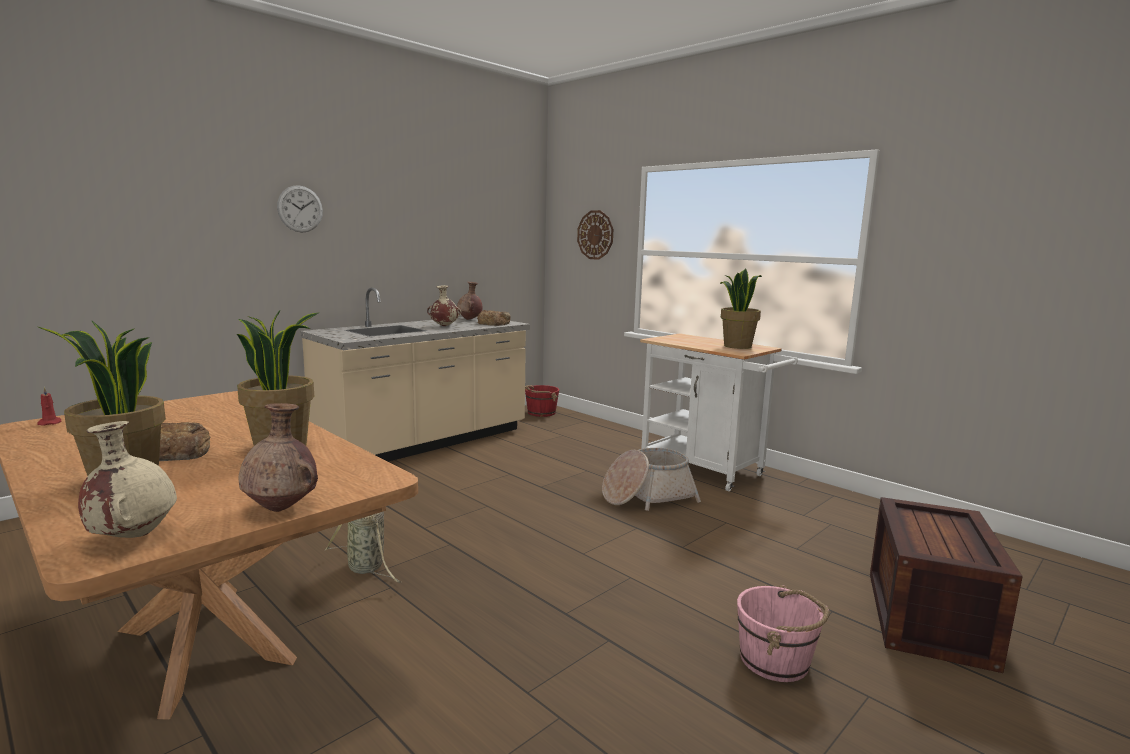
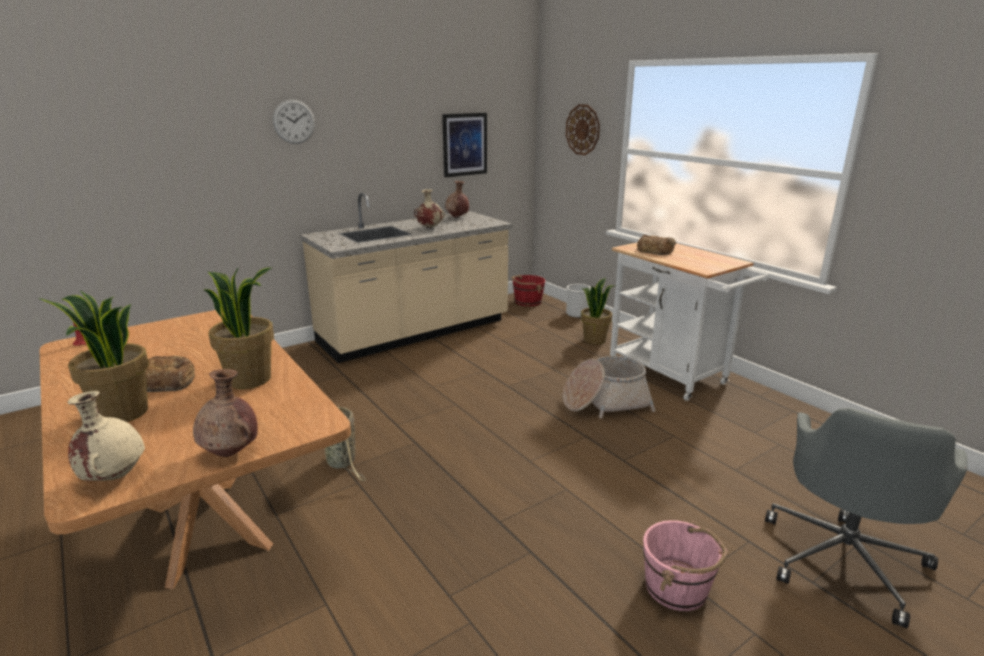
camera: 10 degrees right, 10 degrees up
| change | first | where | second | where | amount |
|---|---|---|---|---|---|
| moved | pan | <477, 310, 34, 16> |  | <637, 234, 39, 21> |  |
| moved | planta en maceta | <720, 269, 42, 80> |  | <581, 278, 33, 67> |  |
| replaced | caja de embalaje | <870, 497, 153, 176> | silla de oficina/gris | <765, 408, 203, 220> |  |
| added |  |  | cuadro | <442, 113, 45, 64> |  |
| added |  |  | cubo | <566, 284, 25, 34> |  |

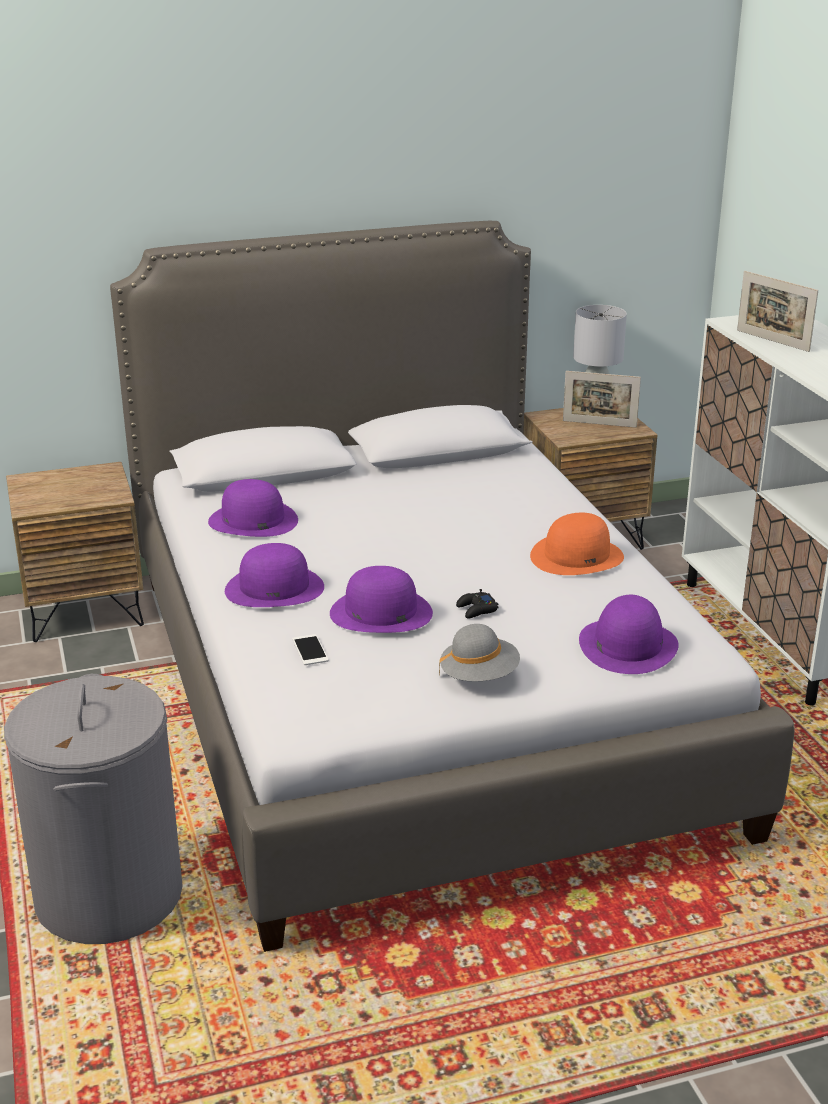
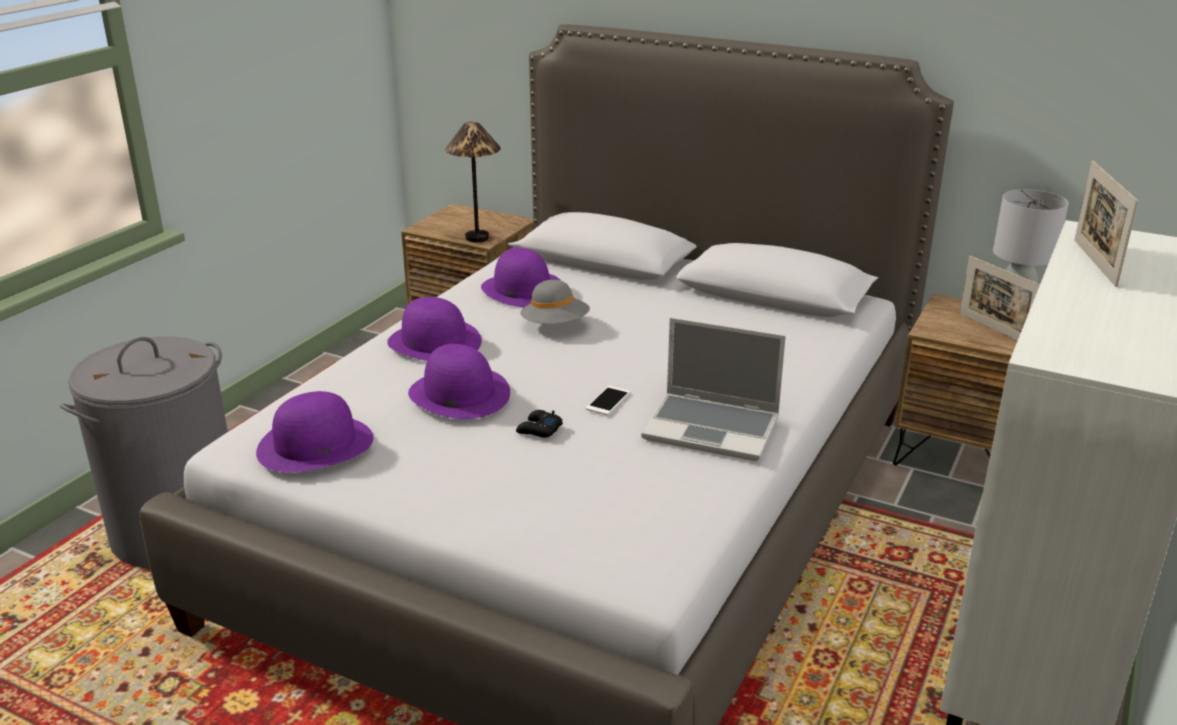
camera: 45 degrees right, 0 degrees up
| change | first | where | second | where | amount |
|---|---|---|---|---|---|
| moved | móvil | <292, 634, 37, 31> |  | <586, 386, 44, 29> |  |
| moved | sombrero/gris | <439, 624, 81, 57> |  | <520, 279, 70, 45> |  |
| replaced | sombrero/naranja | <530, 513, 94, 62> | portátil | <641, 318, 145, 143> |  |
| moved | sombrero/morado | <579, 595, 100, 79> |  | <256, 391, 117, 81> |  |
| added |  |  | lámpara de mesa | <445, 122, 56, 120> |  |

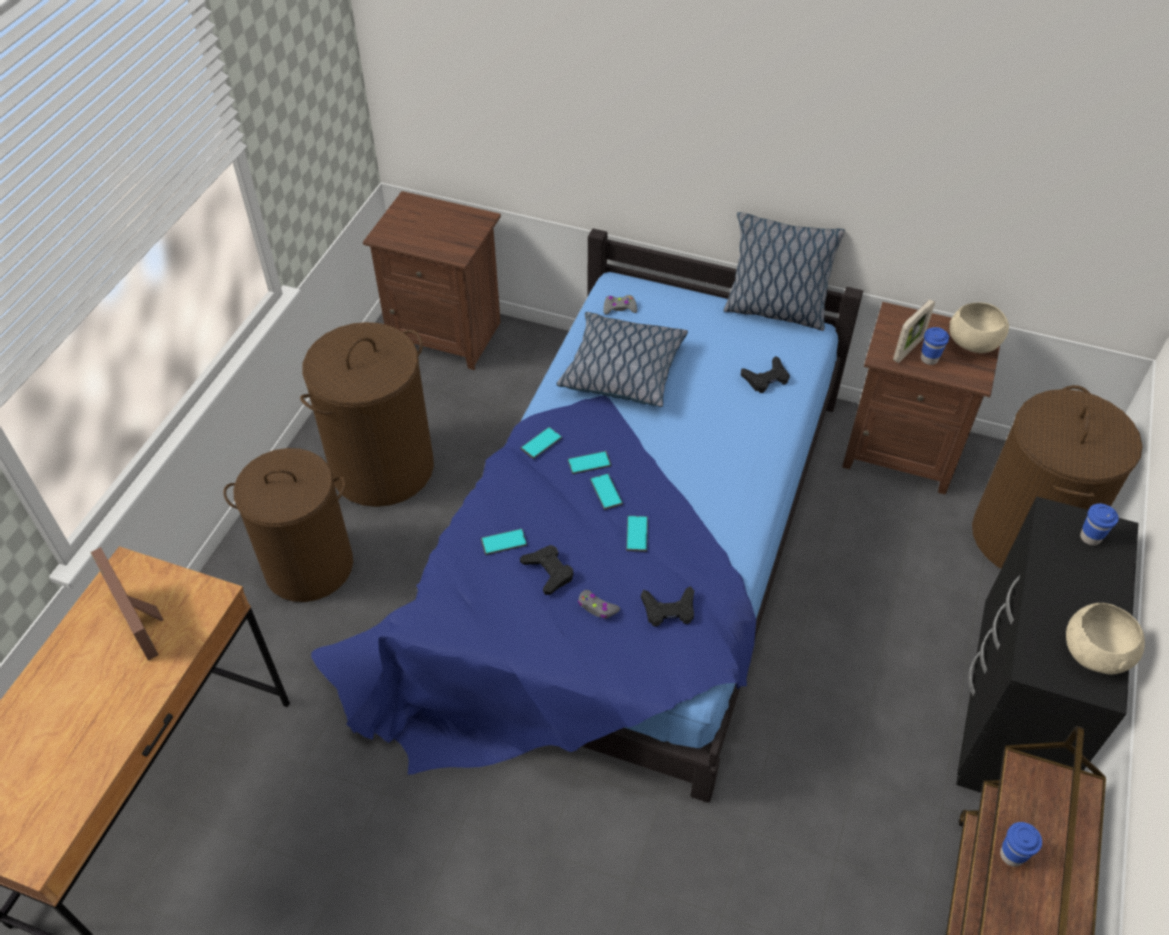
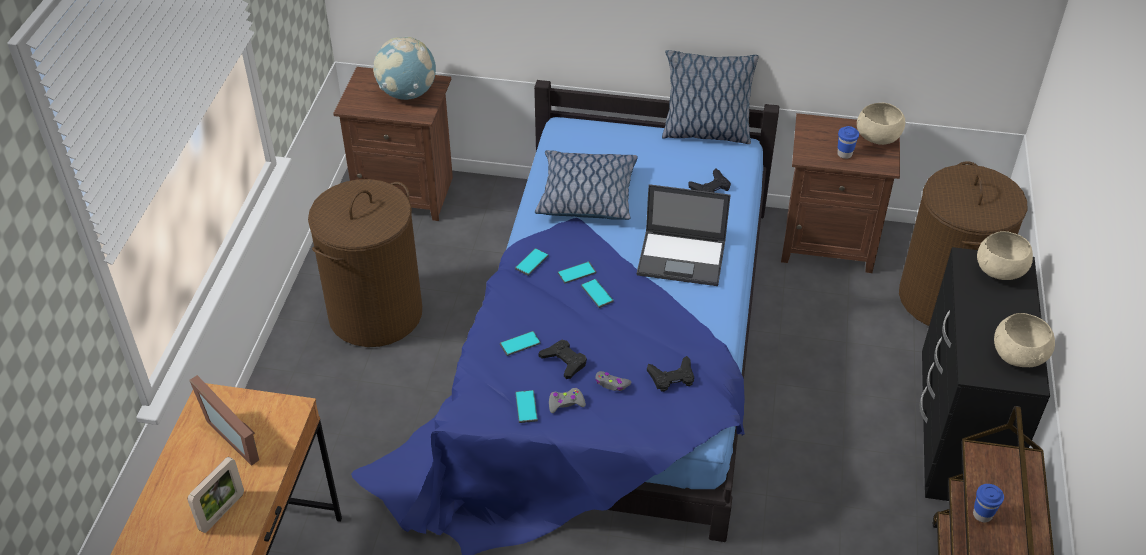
camera: 10 degrees left, 5 degrees down
| change | first | where | second | where | amount |
|---|---|---|---|---|---|
| removed | cesto de la ropa/marrón | <223, 448, 130, 154> |  |  |  |
| moved | mando de consola/gris | <604, 295, 33, 19> |  | <549, 388, 37, 25> |  |
| moved | móvil | <626, 516, 22, 36> |  | <515, 390, 23, 33> |  |
| moved | portarretratos | <893, 299, 42, 64> |  | <188, 457, 56, 76> |  |
| replaced | taza/azul | <1080, 504, 39, 42> | cuenco/beis | <977, 231, 56, 49> |  |
| added |  |  | globo terráqueo | <373, 37, 63, 63> |  |
| added |  |  | portátil | <637, 184, 94, 102> |  |

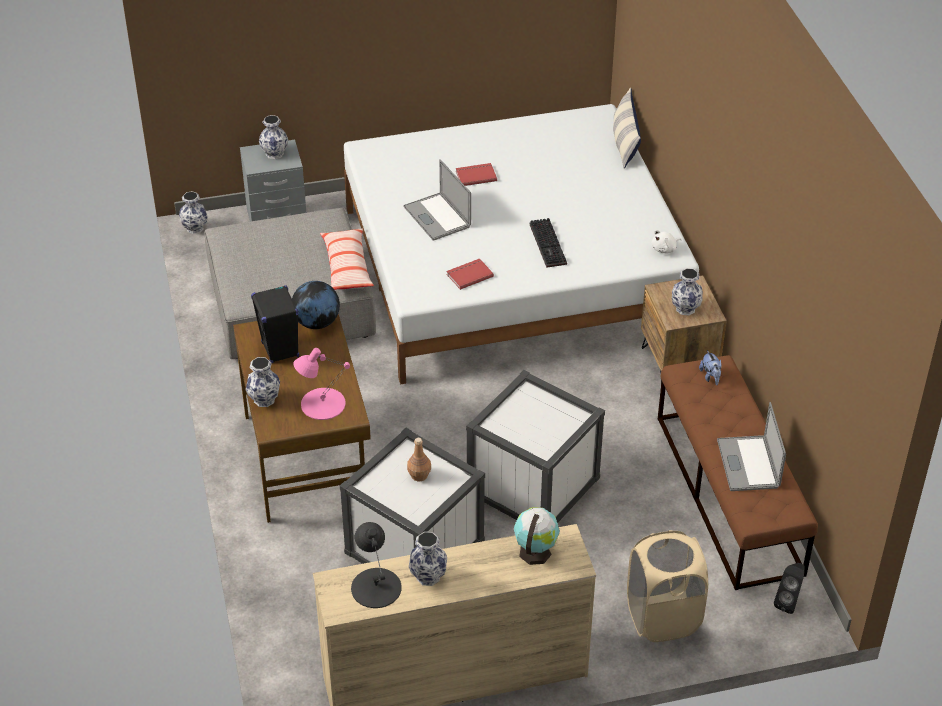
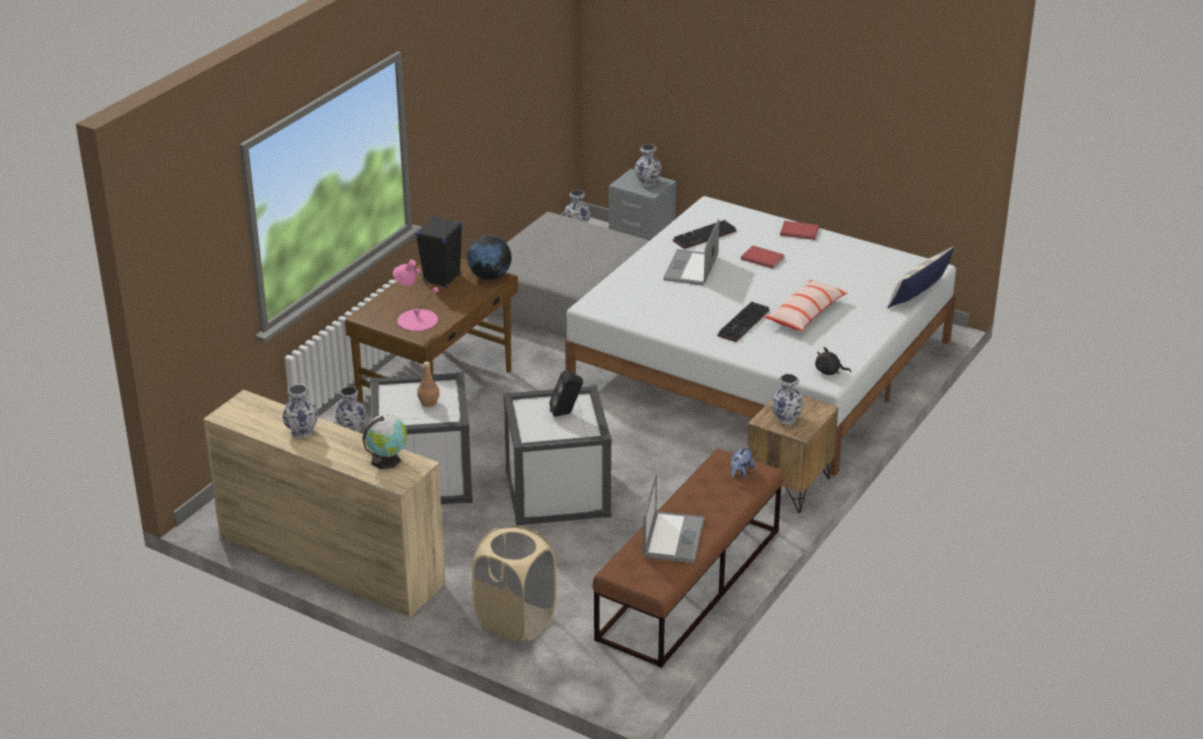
camera: 45 degrees right, 10 degrees down
| change | first | where | second | where | amount |
|---|---|---|---|---|---|
| moved | florero | <246, 357, 34, 50> |  | <335, 387, 31, 45> |  |
| moved | cojín | <320, 229, 54, 61> |  | <764, 279, 84, 52> |  |
| removed | lámpara de mesa/negro | <351, 522, 51, 86> |  |  |  |
| moved | libro/rojo | <446, 258, 48, 32> |  | <780, 221, 39, 19> |  |
| recoloured | peluche/blanco | <652, 230, 30, 23> | peluche/negro | <815, 347, 36, 28> |  |
| turned | portátil | <717, 402, 69, 89> |  | <643, 472, 61, 91> | 150 degrees clockwise |
| moved | altavoz/negro | <774, 563, 31, 51> |  | <549, 370, 34, 47> |  |
| added |  |  | teclado | <673, 220, 64, 29> |  |

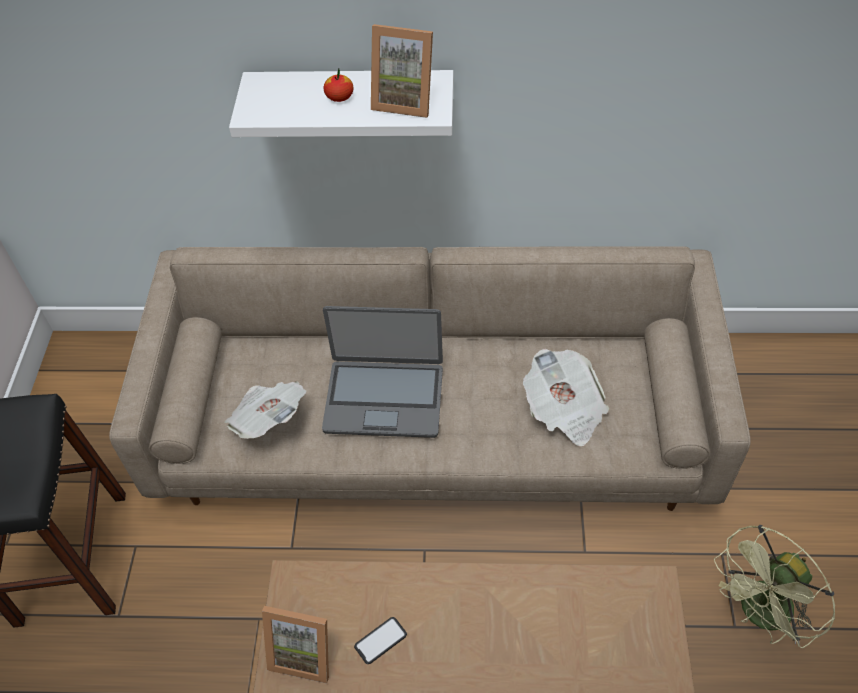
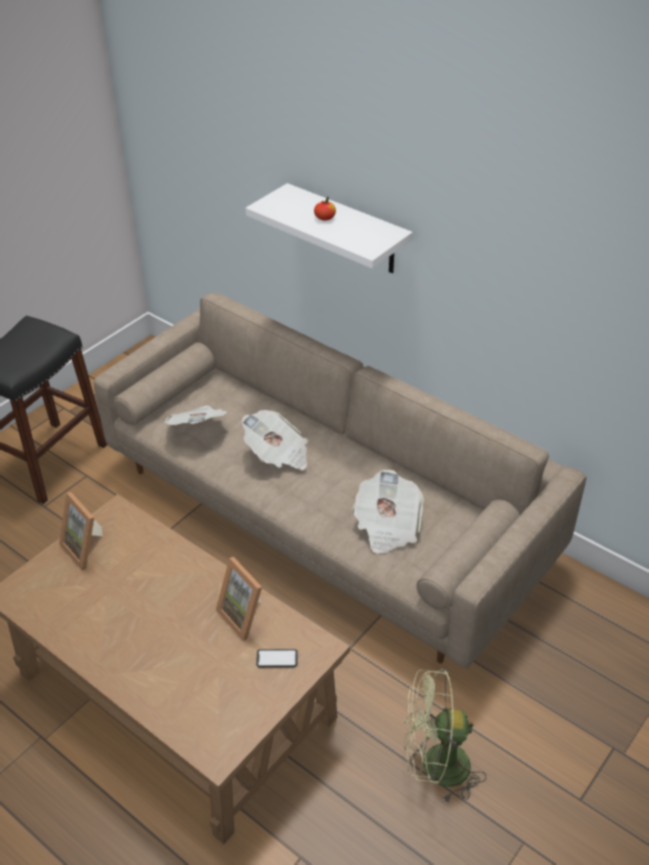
camera: 35 degrees right, 10 degrees down
| change | first | where | second | where | amount |
|---|---|---|---|---|---|
| replaced | portátil | <322, 306, 121, 132> | periódico | <242, 410, 66, 60> |  |
| moved | móvil | <354, 617, 53, 47> |  | <256, 649, 42, 19> |  |
| moved | portarretratos | <371, 24, 62, 94> |  | <216, 557, 46, 84> |  |

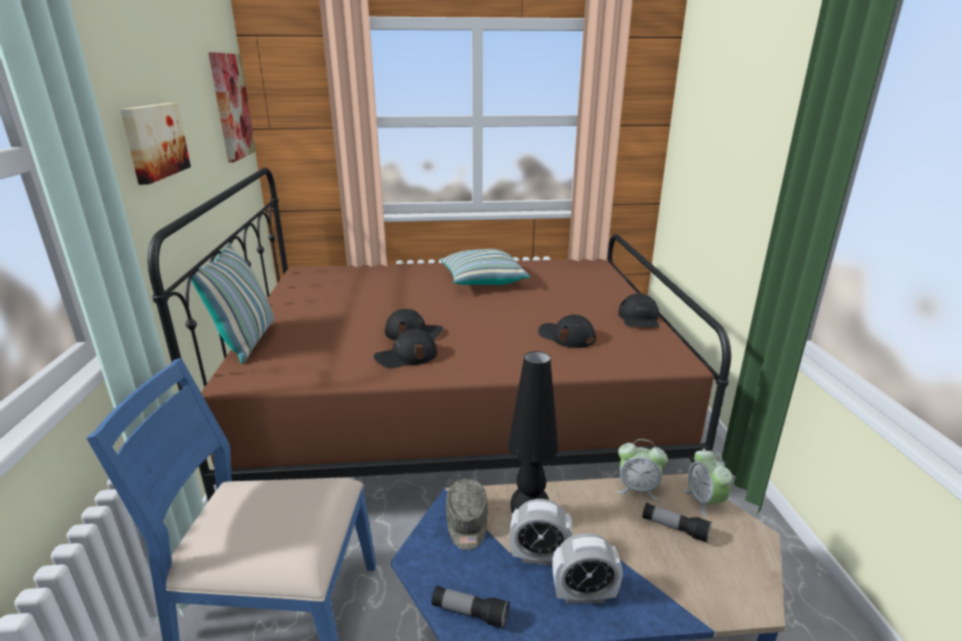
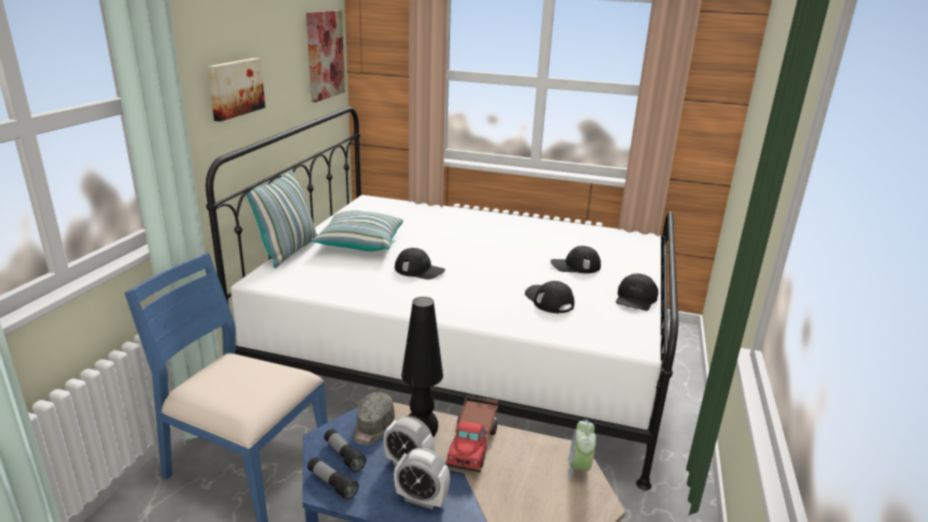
camera: 20 degrees right, 0 degrees up
| change | first | where | second | where | amount |
|---|---|---|---|---|---|
| recoloured | cama/marrón | <148, 168, 583, 333> | cama/blanco | <206, 107, 473, 383> |  |
| moved | gorra/negro | <374, 329, 63, 39> |  | <551, 246, 50, 27> |  |
| moved | cojín | <440, 249, 90, 36> |  | <311, 211, 92, 40> |  |
| removed | despertador | <617, 439, 51, 61> |  |  |  |
| moved | linterna | <642, 503, 70, 40> |  | <324, 429, 42, 43> |  |
| added |  |  | camión de juguete | <445, 396, 53, 77> |  |

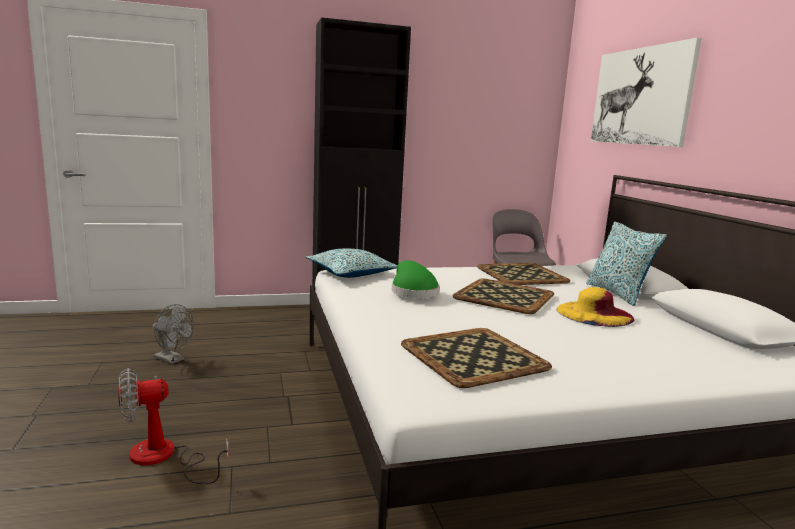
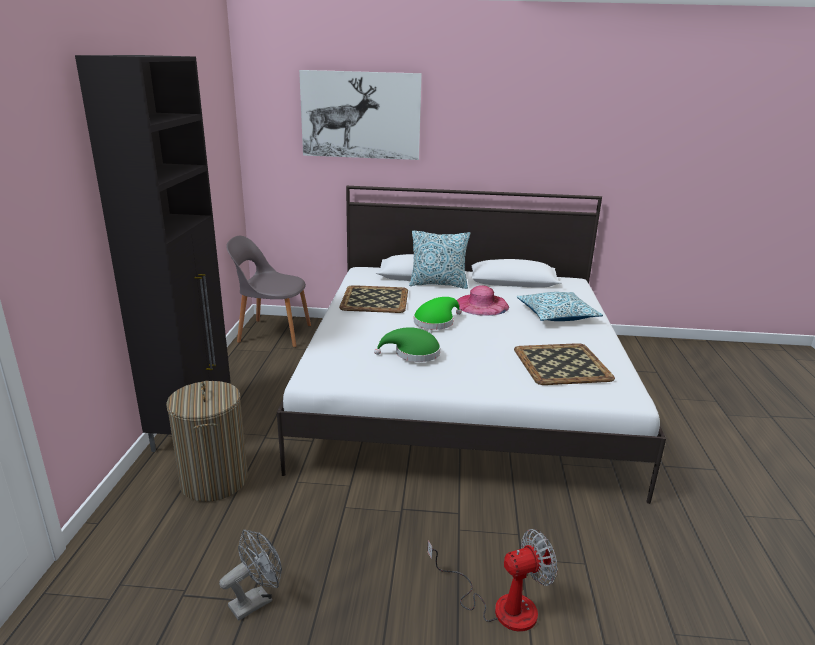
camera: 70 degrees left, 10 degrees up
| change | first | where | second | where | amount |
|---|---|---|---|---|---|
| turned | ventilador | <118, 368, 111, 116> |  | <427, 529, 131, 103> | 105 degrees counterclockwise |
| moved | cojín | <305, 249, 92, 29> |  | <517, 292, 86, 29> |  |
| replaced | bandeja | <453, 279, 101, 35> | sombrero/verde | <414, 297, 48, 33> |  |
| recoloured | sombrero/amarillo | <557, 287, 78, 40> | sombrero/rosa | <457, 285, 52, 31> |  |
| added |  |  | cesto de la ropa | <166, 381, 82, 121> |  |

